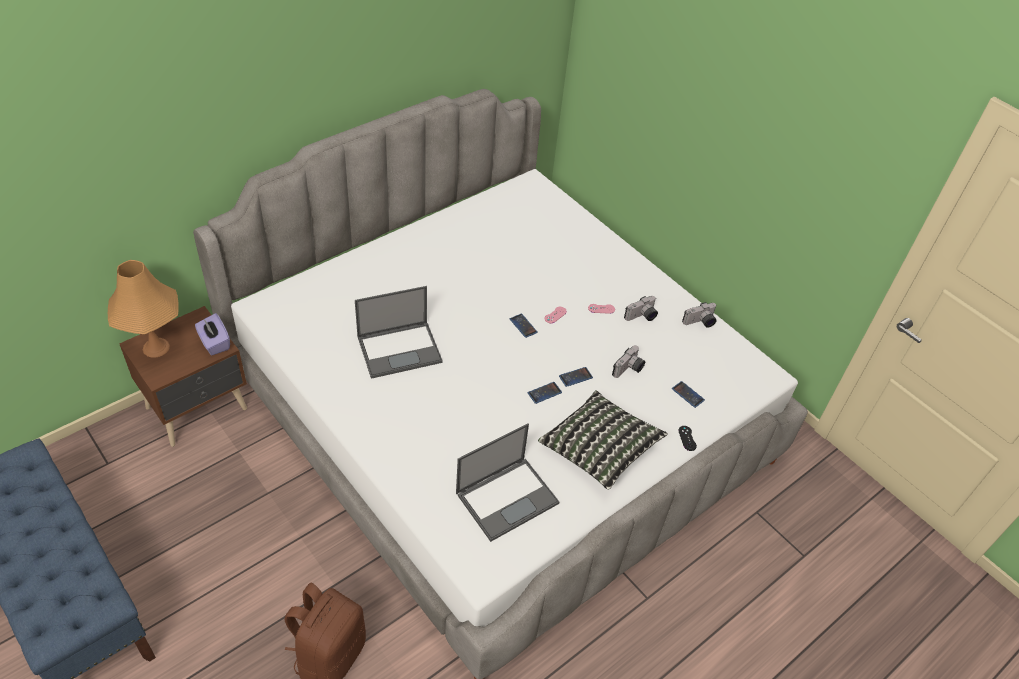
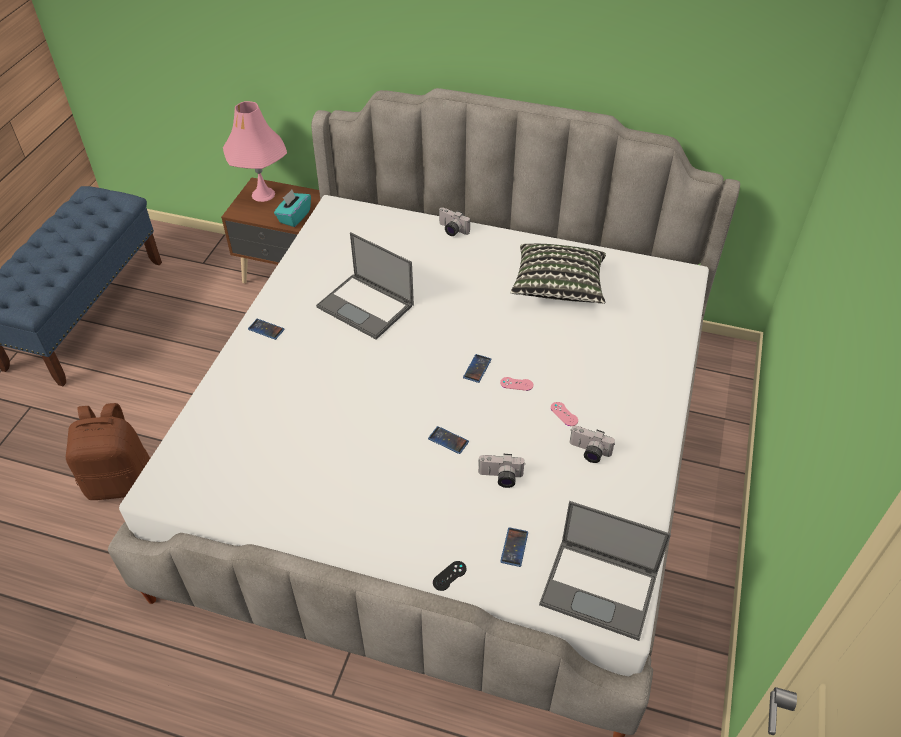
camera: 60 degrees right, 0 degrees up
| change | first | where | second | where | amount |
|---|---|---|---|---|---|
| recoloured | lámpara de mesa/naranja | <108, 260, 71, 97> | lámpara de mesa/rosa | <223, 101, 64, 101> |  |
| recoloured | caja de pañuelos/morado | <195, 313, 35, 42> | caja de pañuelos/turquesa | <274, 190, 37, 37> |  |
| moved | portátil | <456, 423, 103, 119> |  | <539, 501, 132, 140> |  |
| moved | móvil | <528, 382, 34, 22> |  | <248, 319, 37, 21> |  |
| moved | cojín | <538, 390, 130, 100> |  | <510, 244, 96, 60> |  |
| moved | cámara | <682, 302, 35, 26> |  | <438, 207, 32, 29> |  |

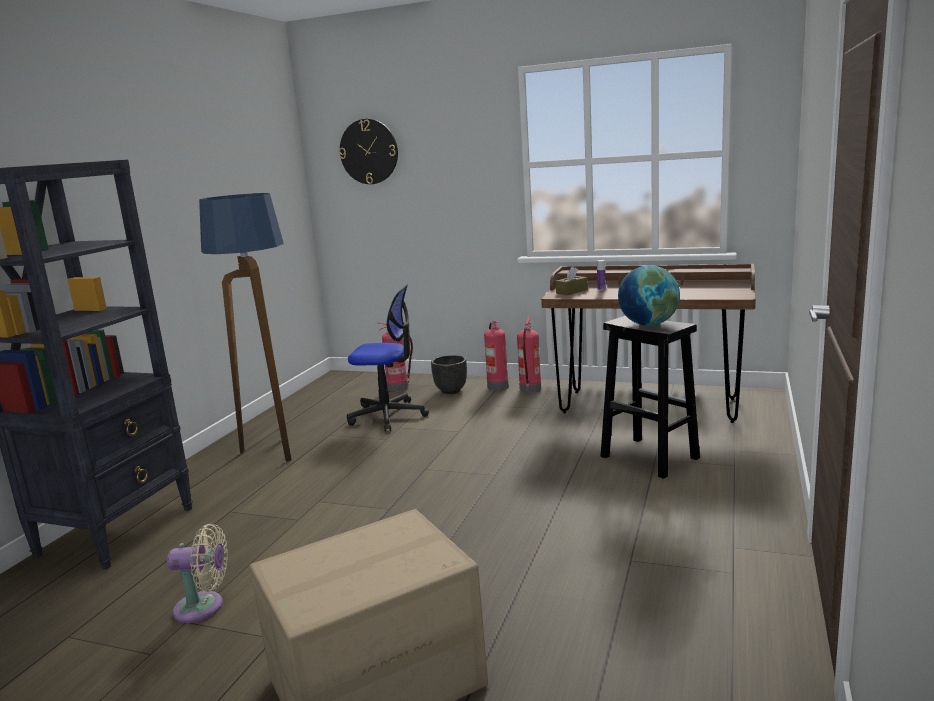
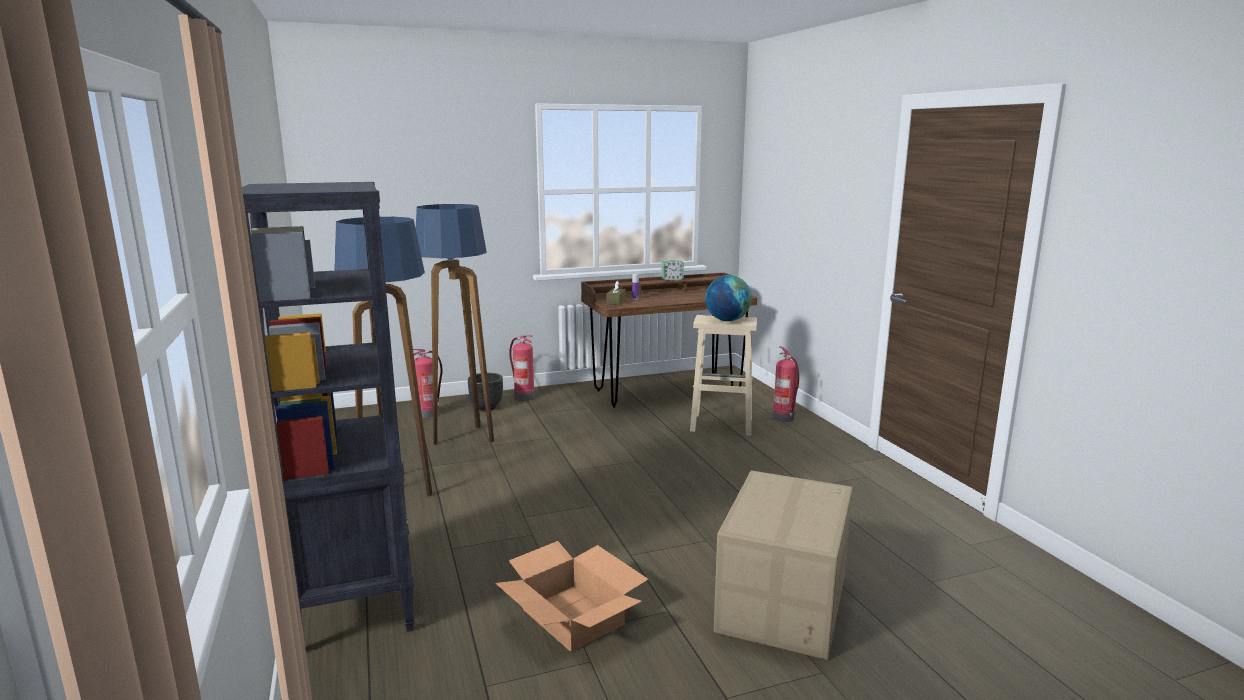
camera: 40 degrees left, 0 degrees up
| change | first | where | second | where | amount |
|---|---|---|---|---|---|
| replaced | ventilador/beis | <167, 524, 61, 99> | caja de cartón | <495, 541, 154, 111> |  |
| removed | reloj de pared | <339, 119, 59, 65> |  |  |  |
| replaced | silla de oficina | <347, 285, 82, 147> | lámpara de pie | <416, 204, 78, 241> |  |
| moved | extintor | <517, 317, 24, 76> |  | <773, 346, 26, 76> |  |
| recoloured | taburete/negro | <601, 315, 99, 164> | taburete/beis | <690, 315, 67, 121> |  |
| added |  |  | despertador | <661, 260, 23, 21> |  |

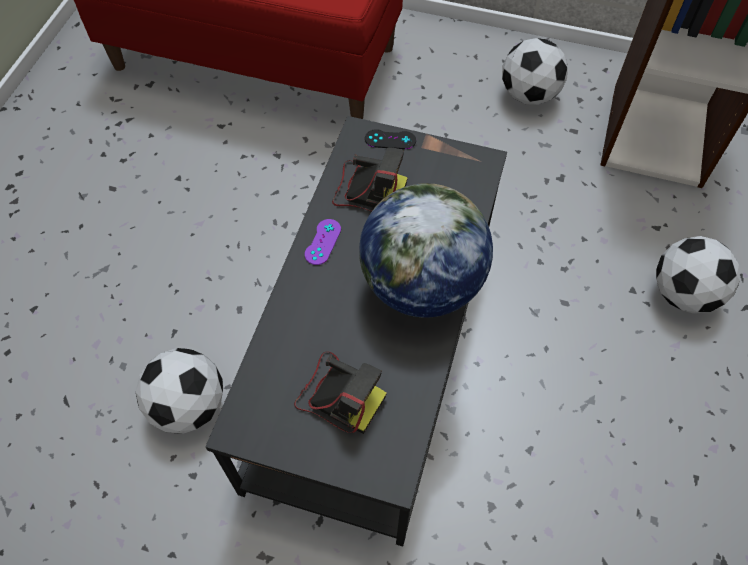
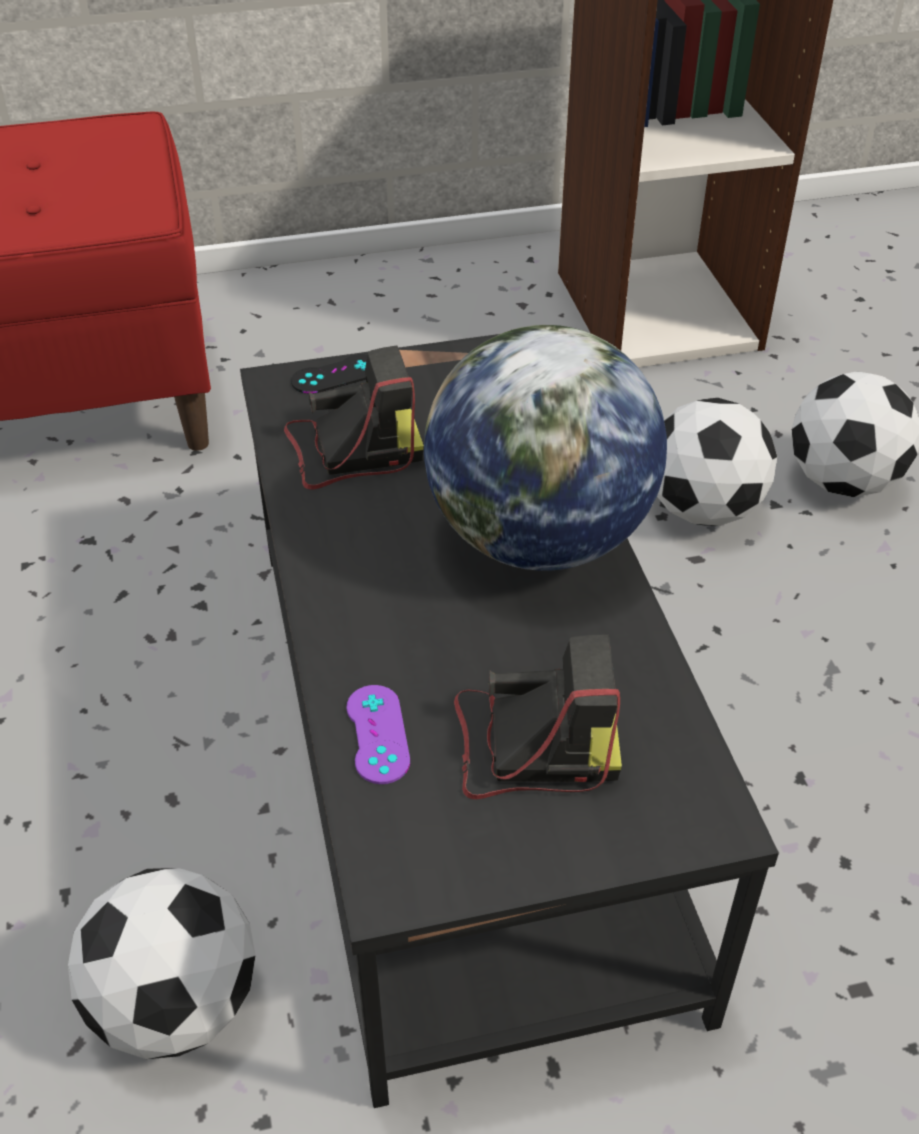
camera: 30 degrees left, 15 degrees down
| change | first | where | second | where | amount |
|---|---|---|---|---|---|
| moved | mando de consola/morado | <305, 219, 36, 46> |  | <346, 685, 64, 99> |  |
| moved | balón de fútbol | <502, 38, 66, 67> |  | <657, 398, 120, 128> |  |

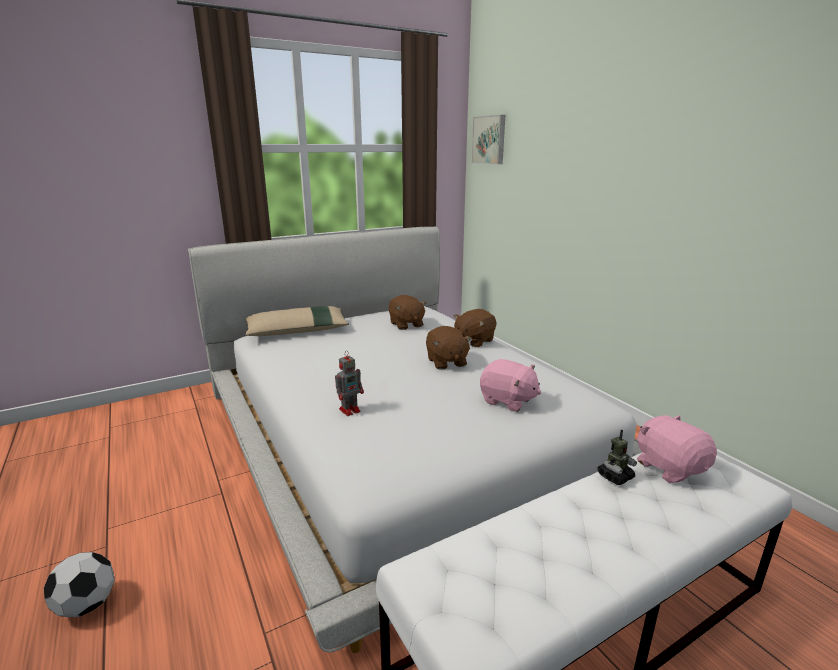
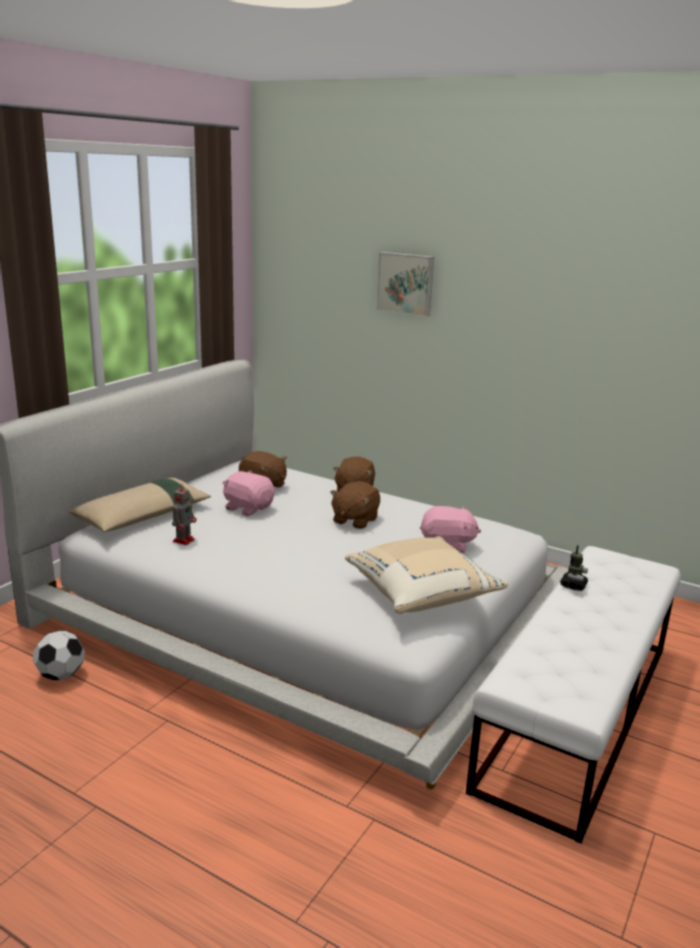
camera: 30 degrees left, 0 degrees up
| change | first | where | second | where | amount |
|---|---|---|---|---|---|
| moved | balón de fútbol | <44, 552, 71, 65> |  | <33, 631, 52, 49> |  |
| moved | robot de juguete | <335, 351, 29, 65> |  | <172, 483, 24, 62> |  |
| turned | peluche/marrón | <426, 326, 46, 44> |  | <330, 481, 50, 48> | 75 degrees clockwise |
| moved | cuadro | <472, 115, 33, 49> |  | <376, 252, 58, 65> |  |
| moved | peluche/rosa | <637, 415, 80, 68> |  | <222, 471, 53, 45> |  |
| added |  |  | cojín/beis | <345, 536, 163, 78> |  |

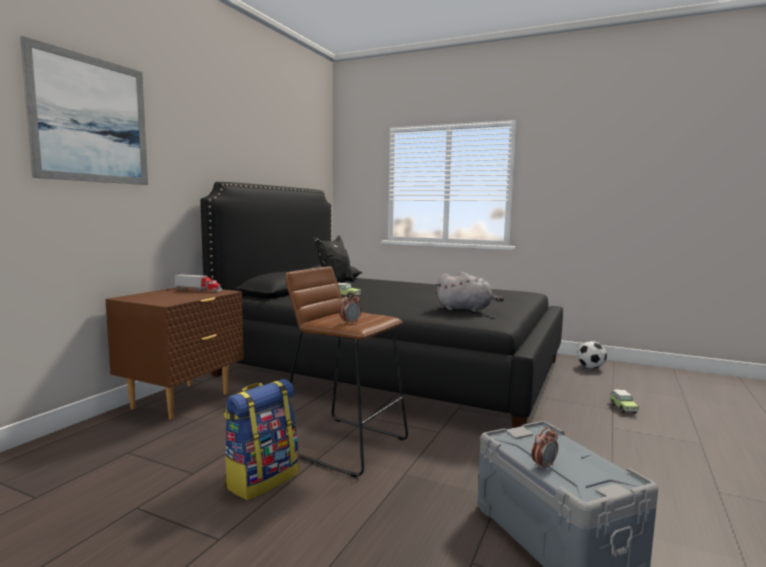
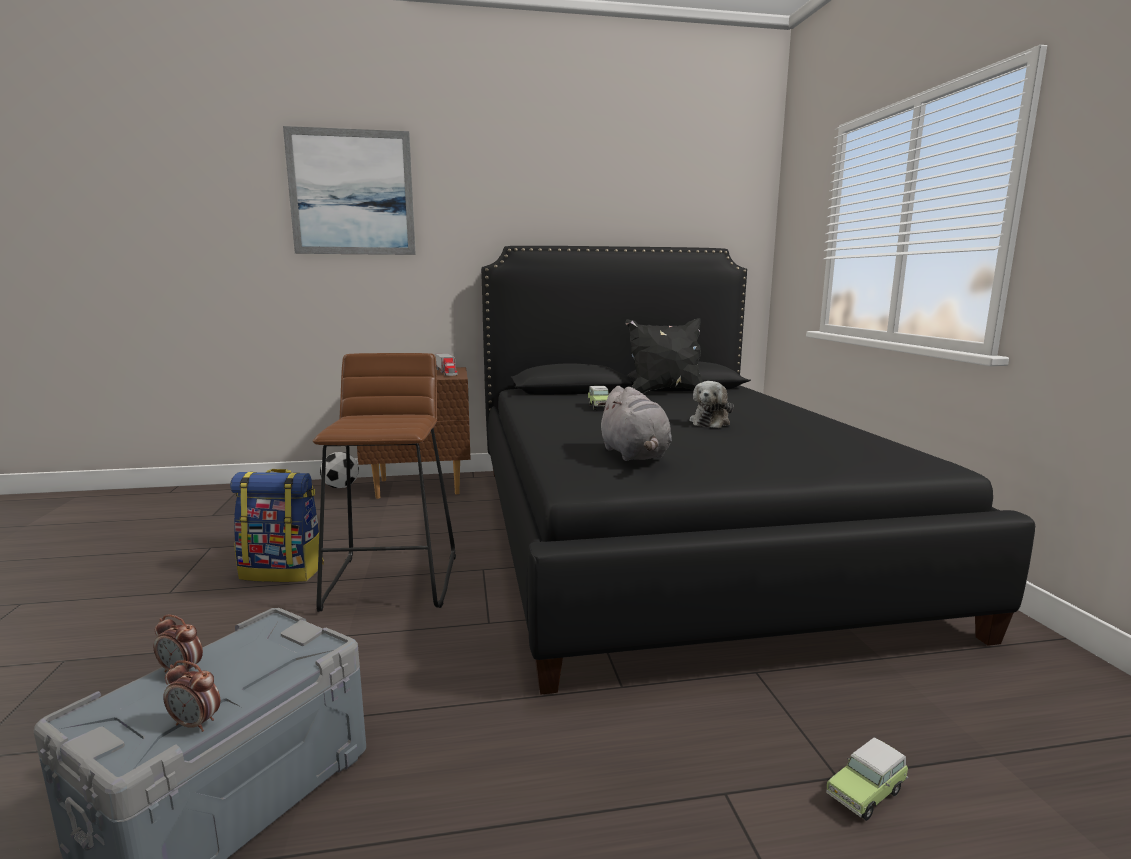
camera: 55 degrees right, 5 degrees up
| change | first | where | second | where | amount |
|---|---|---|---|---|---|
| moved | despertador | <339, 293, 22, 31> |  | <163, 660, 58, 72> |  |
| moved | balón de fútbol | <577, 341, 30, 28> |  | <320, 452, 39, 36> |  |
| added |  |  | peluche | <690, 381, 44, 47> |  |

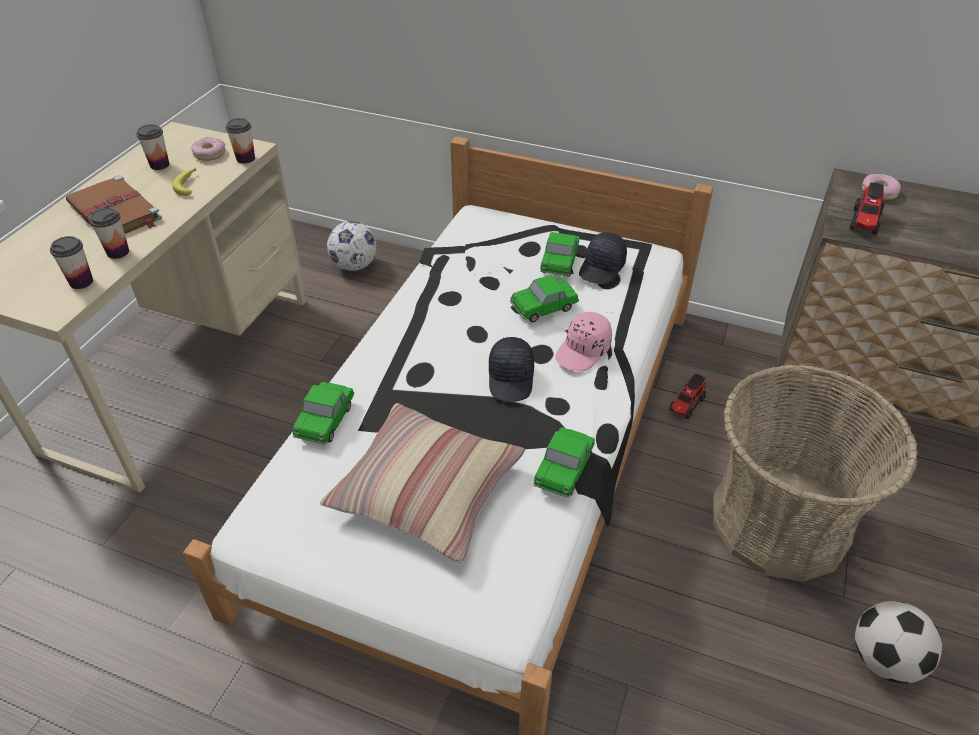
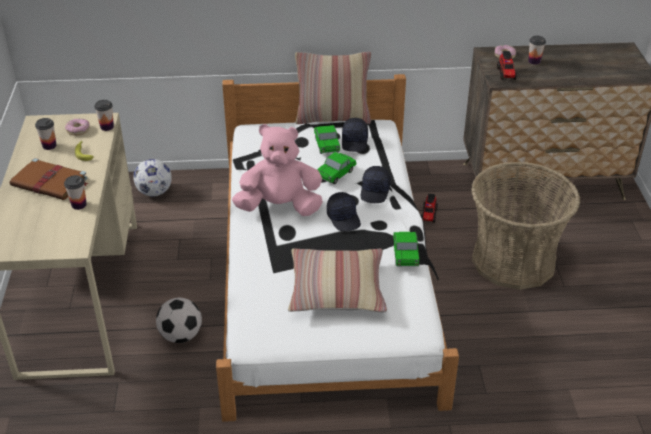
camera: 25 degrees left, 5 degrees down
| change | first | where | second | where | amount |
|---|---|---|---|---|---|
| moved | taza | <50, 236, 43, 53> |  | <528, 36, 18, 29> |  |
| removed | coche de juguete | <292, 382, 62, 63> |  |  |  |
| recoloured | gorra/rosa | <555, 312, 57, 59> | gorra/negro | <361, 166, 30, 37> |  |
| moved | balón de fútbol | <855, 601, 87, 82> |  | <156, 298, 46, 45> |  |
| added |  |  | peluche/rosa | <232, 124, 91, 92> |  |
| added |  |  | cojín | <295, 52, 76, 72> |  |

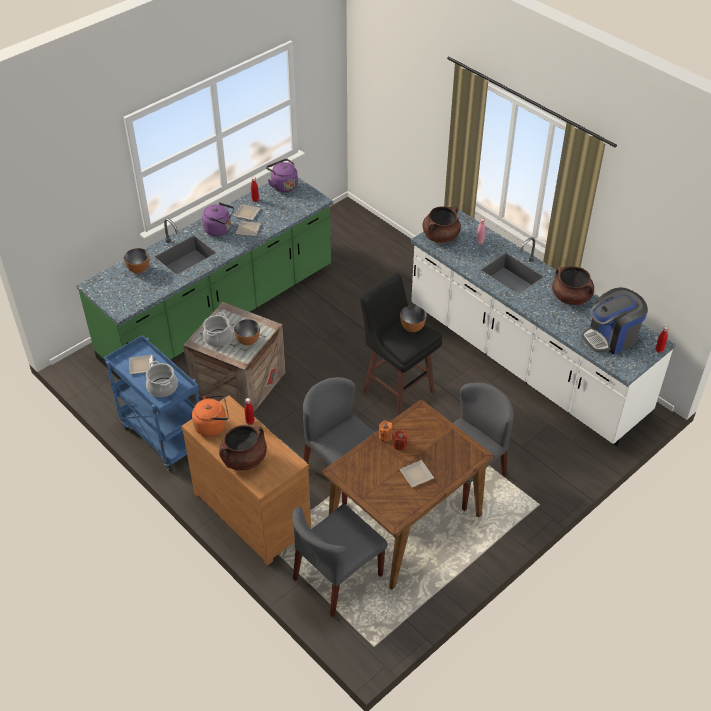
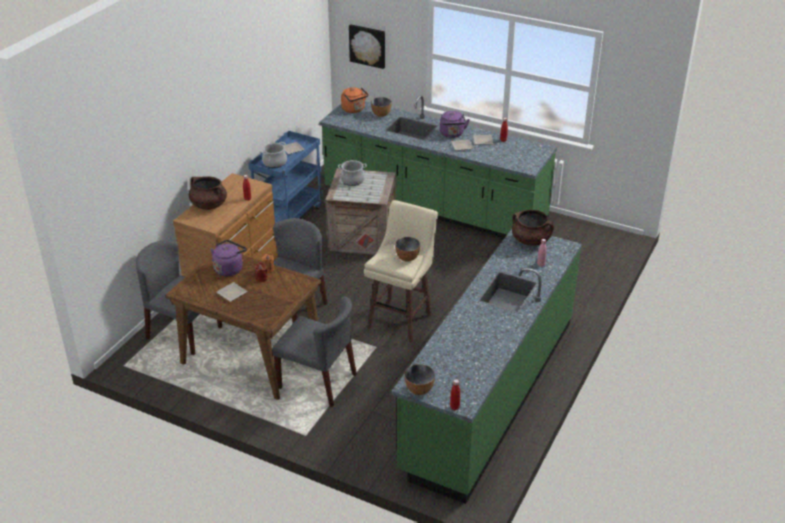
camera: 70 degrees right, 10 degrees down
| change | first | where | second | where | amount |
|---|---|---|---|---|---|
| moved | hervidor/naranja | <192, 395, 37, 42> |  | <341, 87, 27, 26> |  |
| moved | cuenco | <234, 319, 26, 26> |  | <404, 364, 31, 31> |  |
| moved | hervidor/morado | <266, 159, 32, 33> |  | <211, 240, 36, 36> |  |
| recoloured | taburete/negro | <360, 273, 82, 143> | taburete/beis | <364, 200, 74, 143> |  |
| recoloured | mueble bajo de cocina/blanco | <411, 210, 265, 236> | mueble bajo de cocina/verde | <391, 229, 191, 275> |  |
| removed | olla/marrón | <552, 266, 42, 39> |  |  |  |
| removed | cafetera | <582, 287, 66, 67> |  |  |  |
| added |  |  | cuadro | <349, 24, 36, 45> |  |

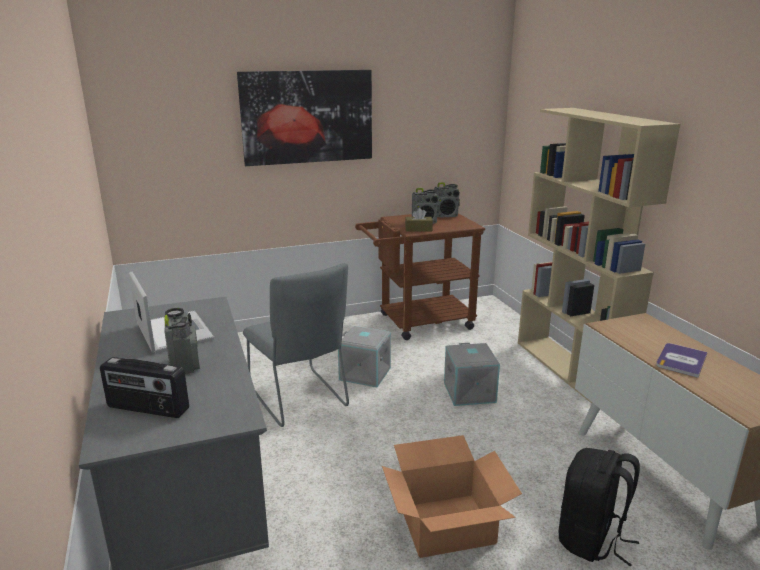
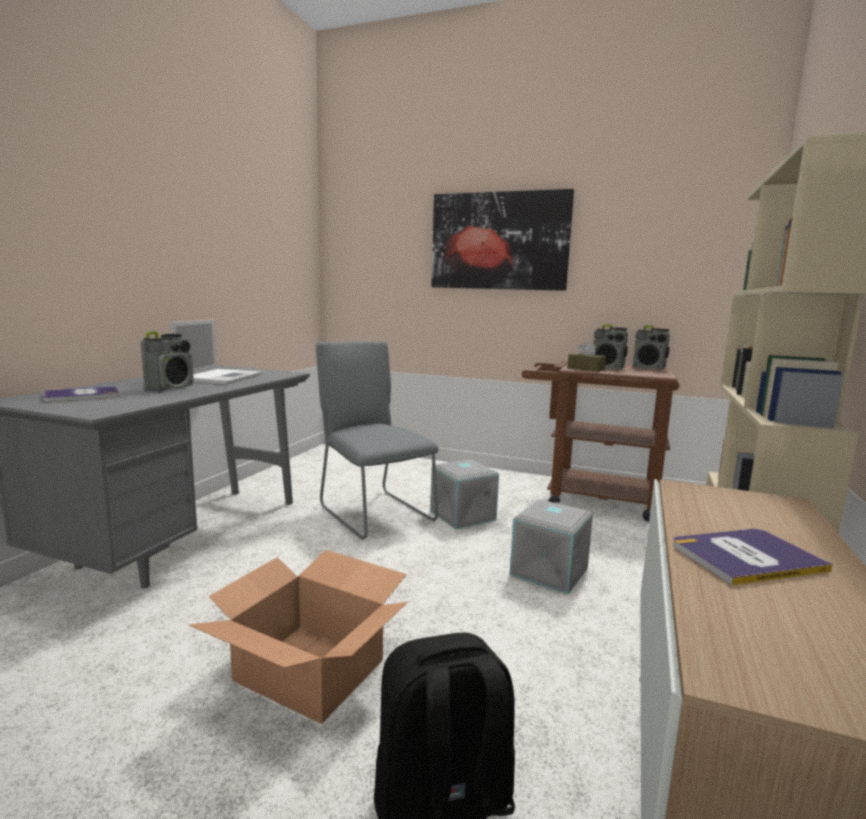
camera: 40 degrees right, 10 degrees down
| change | first | where | second | where | amount |
|---|---|---|---|---|---|
| replaced | radio | <100, 357, 89, 61> | libro | <43, 386, 77, 16> |  |
| turned | silla/gris | <243, 263, 106, 164> |  | <316, 341, 123, 198> | 135 degrees clockwise |

